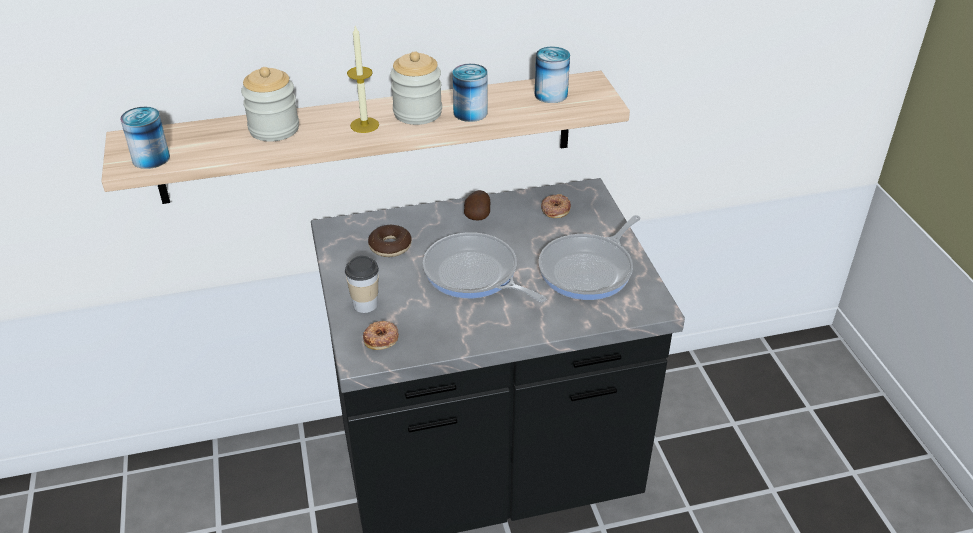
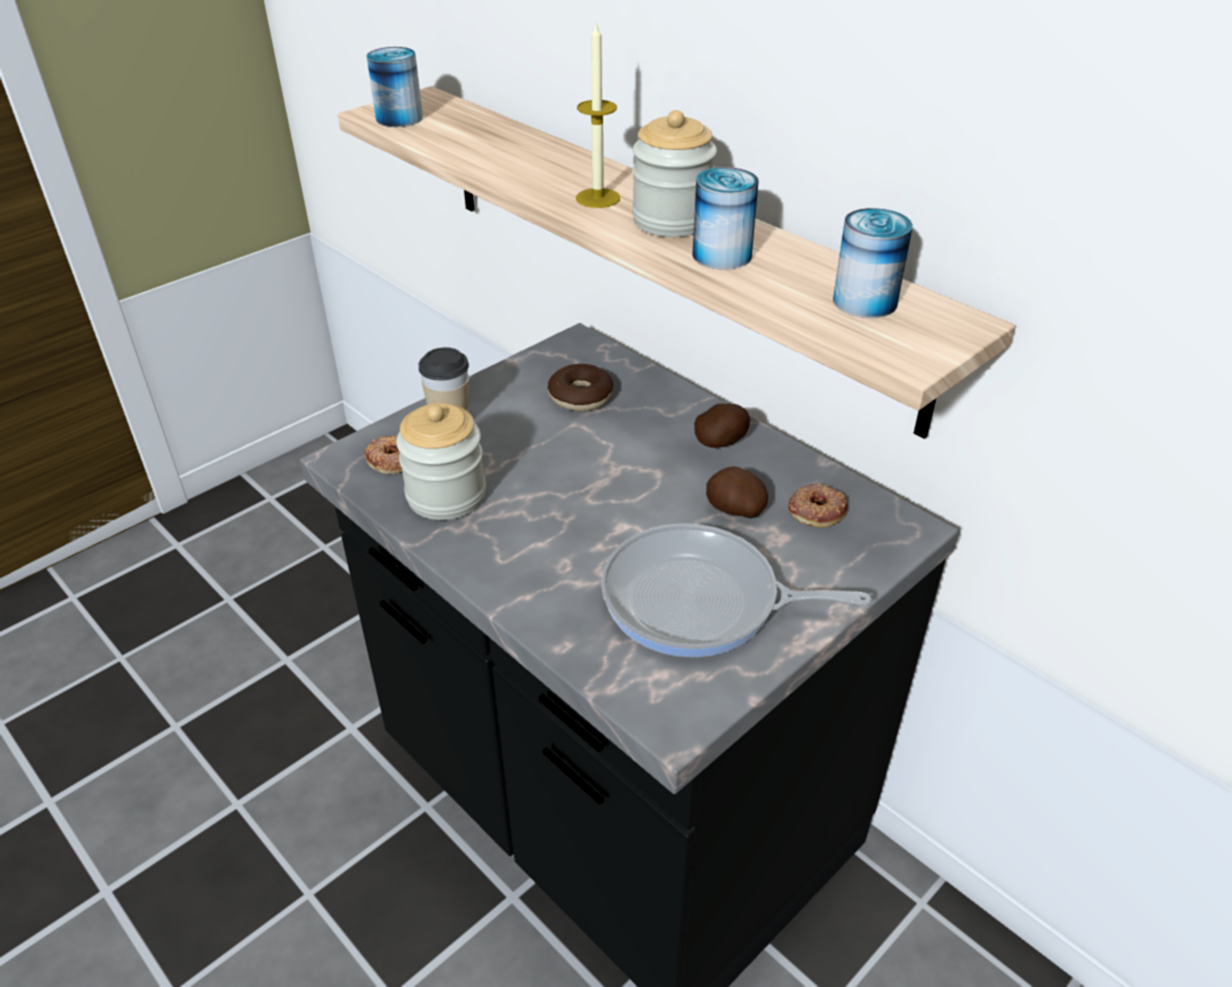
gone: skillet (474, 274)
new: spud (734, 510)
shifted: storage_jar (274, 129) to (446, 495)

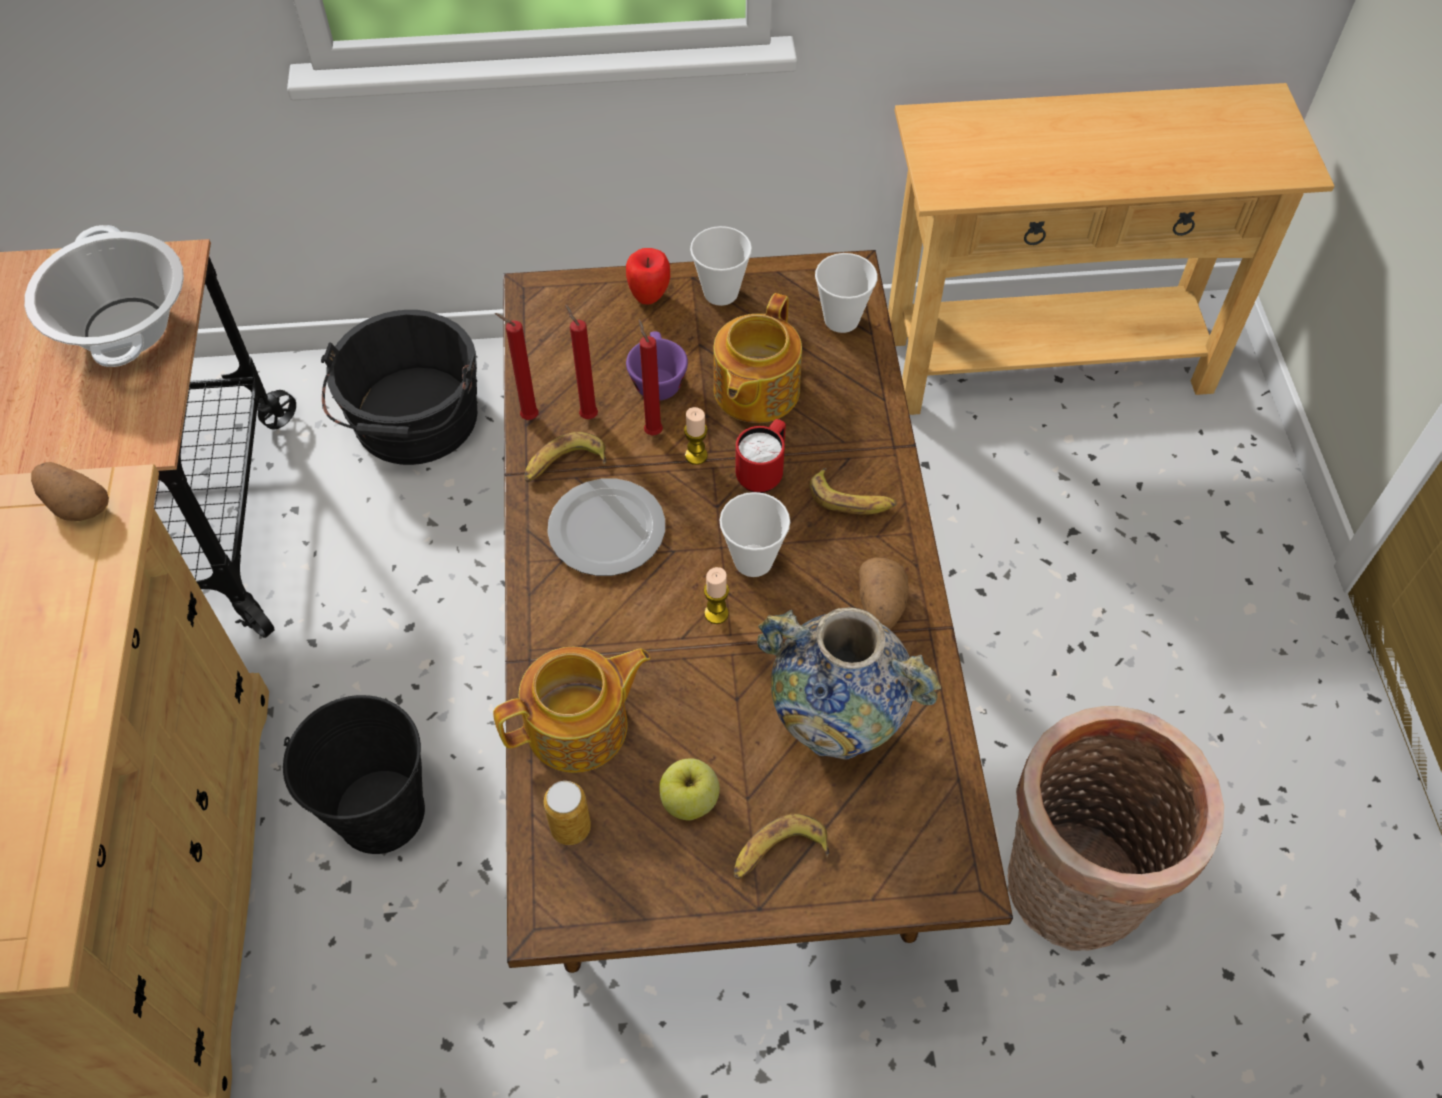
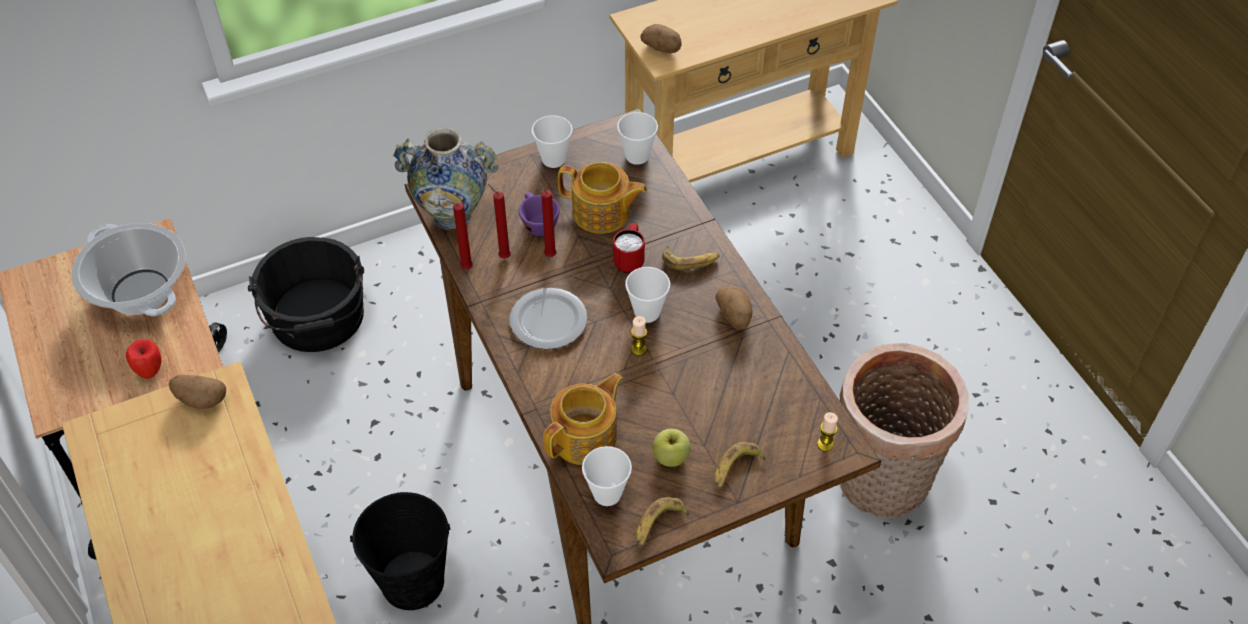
new: spud (662, 48)
shifted: whole_apple (649, 297) to (150, 372); wax_candle (696, 455) to (825, 444); banana (564, 465) to (658, 525); decorative_vase (835, 730) to (453, 216)
swapped: can (570, 827) to drinking_cup (607, 494)
rotated: pot_for_tea (754, 391) = (602, 213) 75 degrees counterclockwise

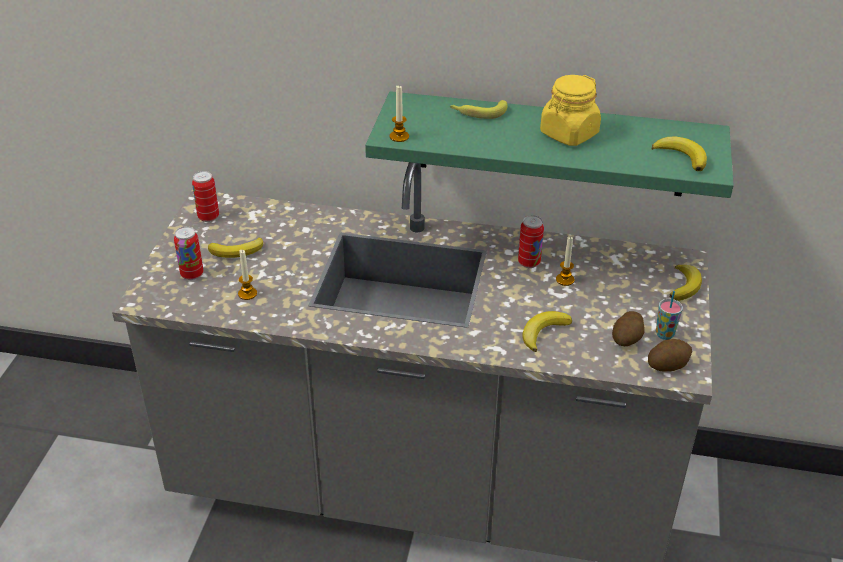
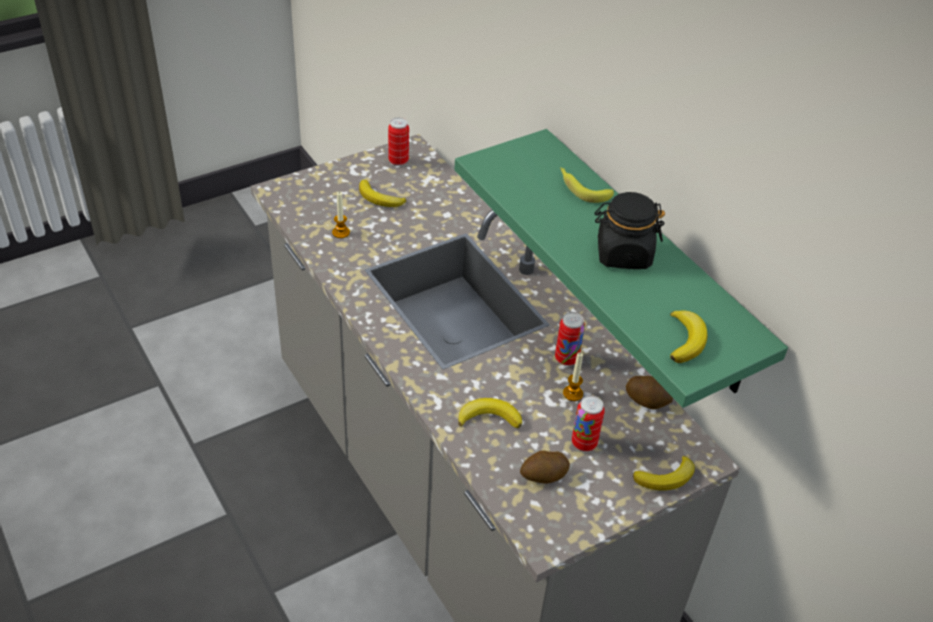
gone: wax_candle (399, 137); drinking_cup (664, 334)
shifted: can (192, 274) to (584, 443); spud (667, 365) to (647, 400)
repainted: yellowish_storage_jar (569, 134) to black-coloured_storage_jar (623, 254)

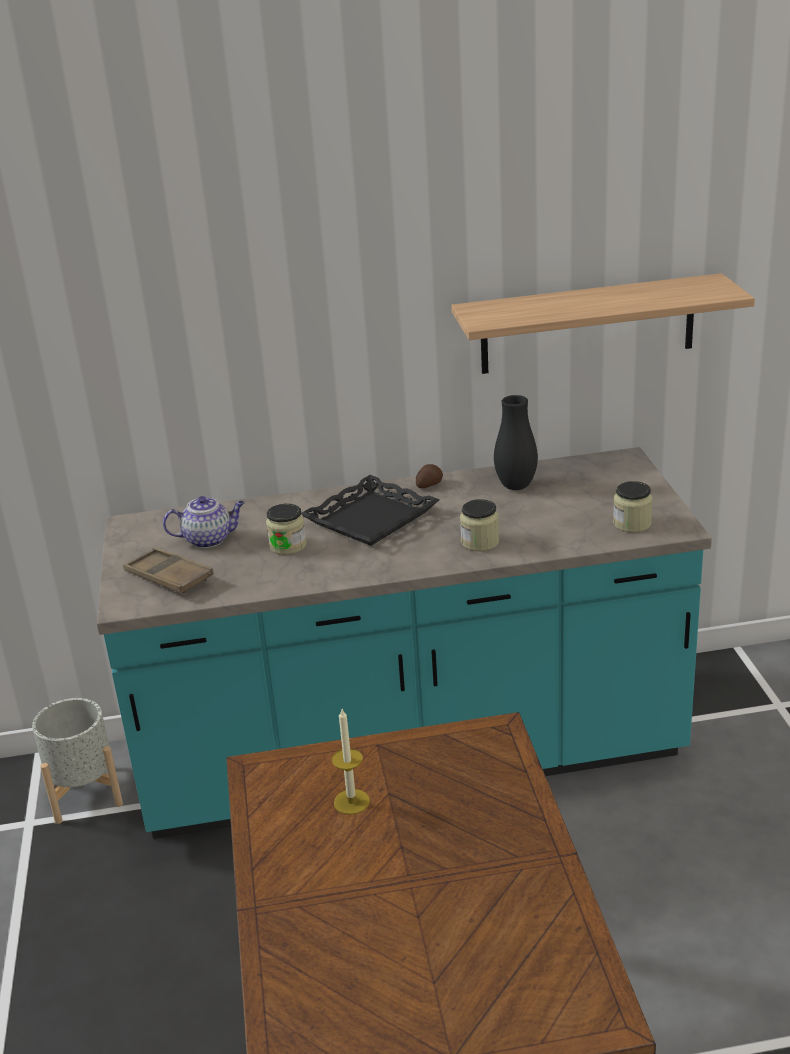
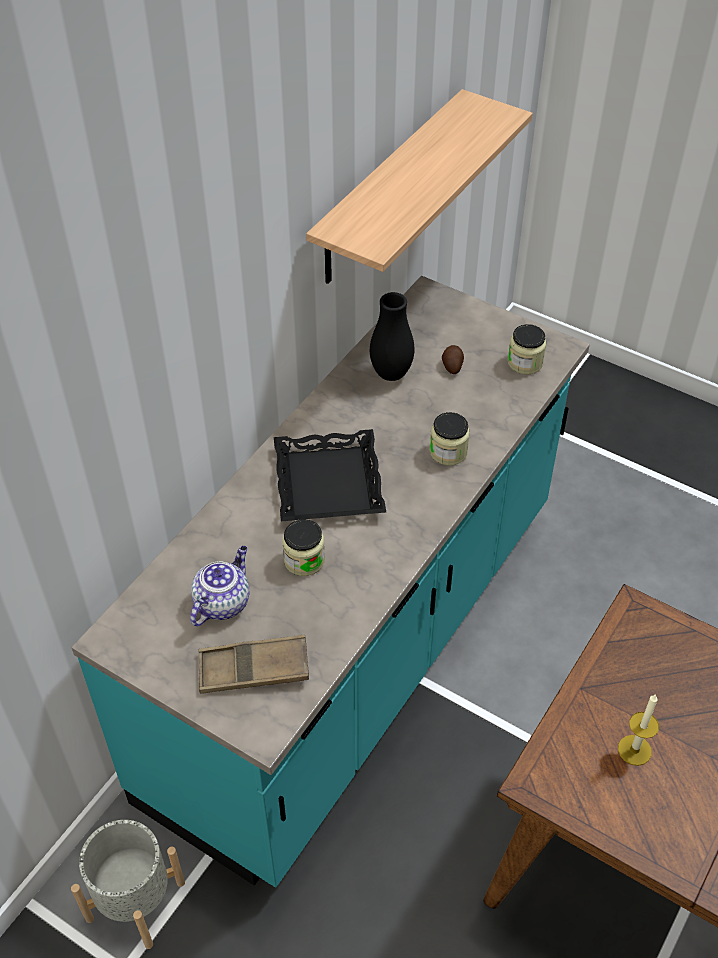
shifted: spud (428, 484) to (452, 365)

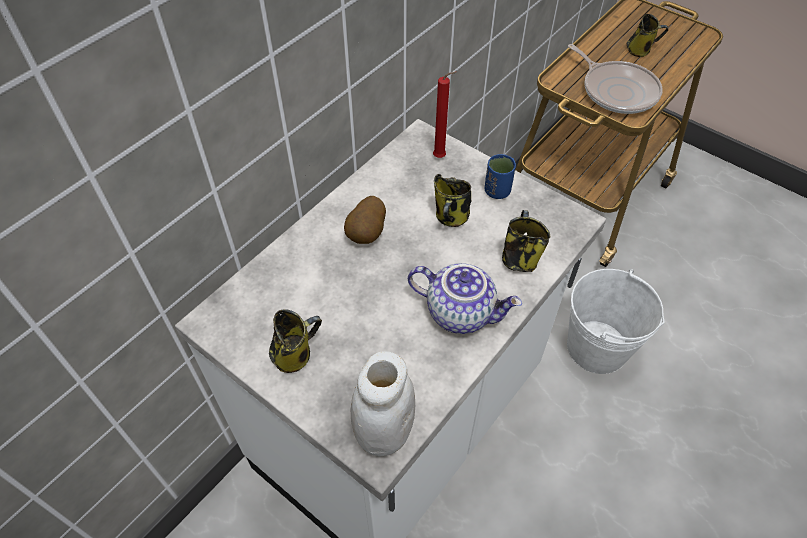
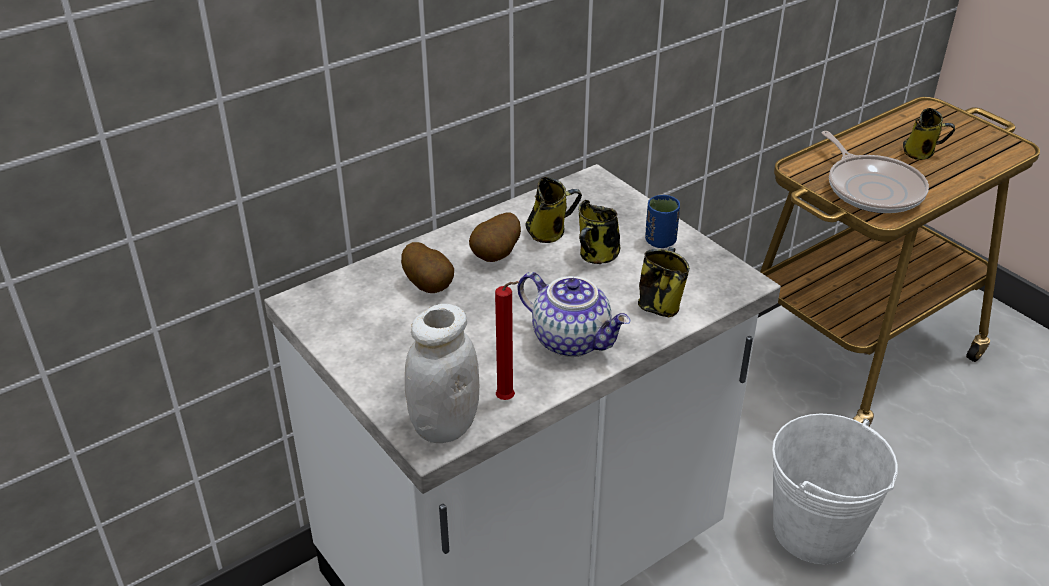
new: spud (430, 286)
shifted: reddish_wax_candle (441, 157) to (508, 400); tea_mug (294, 354) to (549, 232)

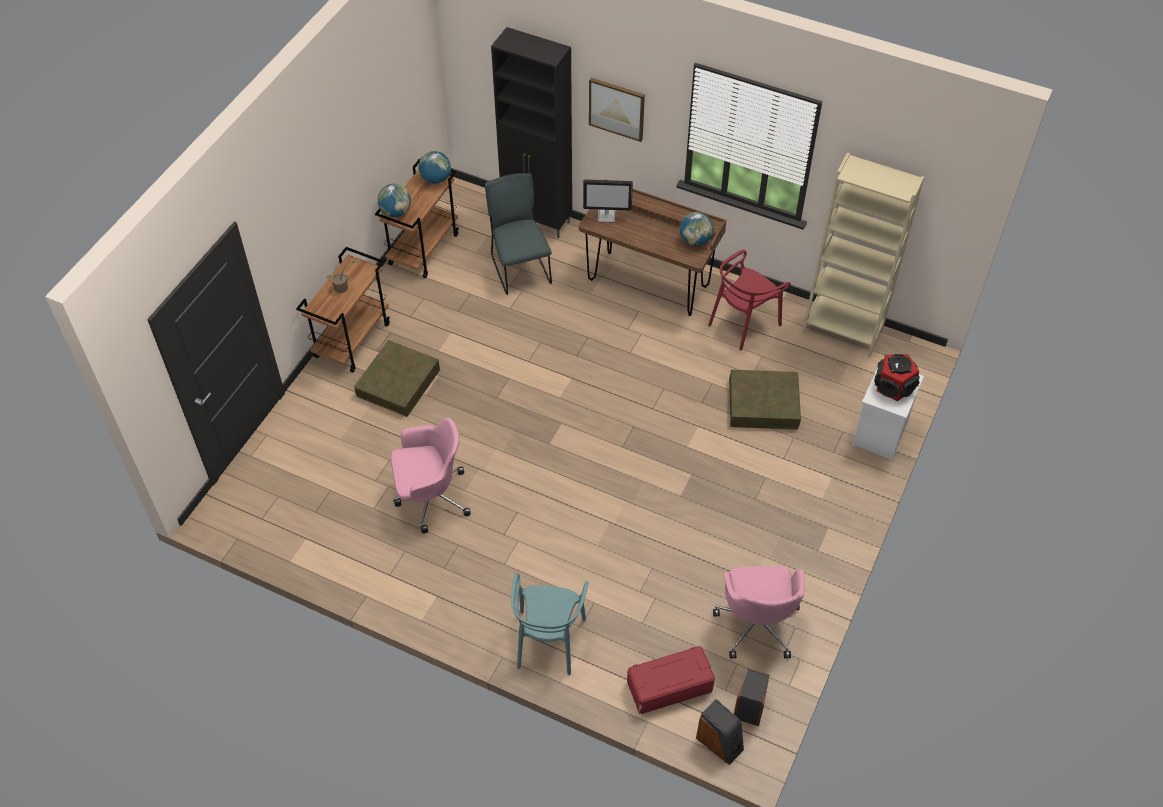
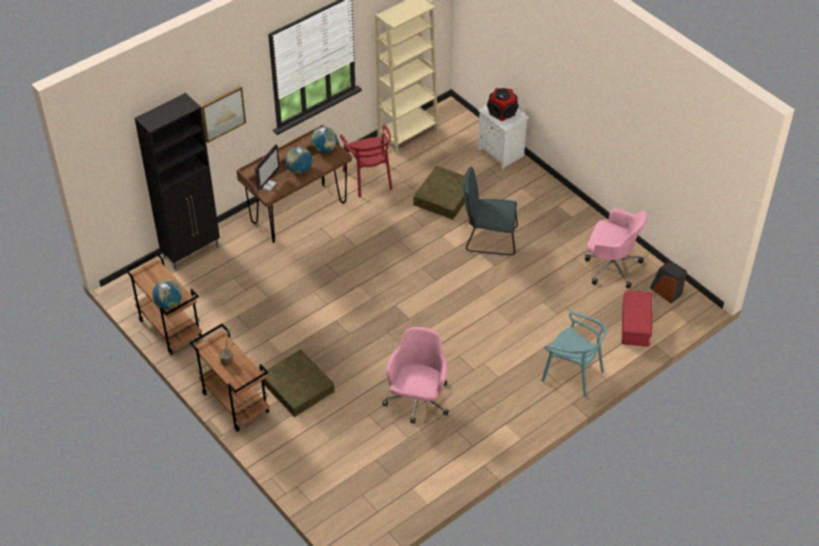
gone: audio_speaker (720, 742)
shifted: desk_globe (436, 179) to (299, 169); gray_chair (520, 267) to (488, 239)

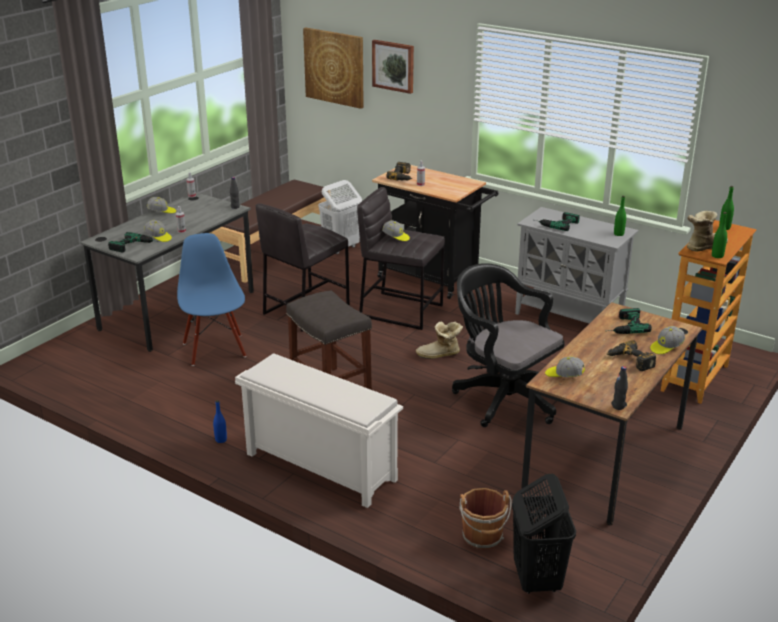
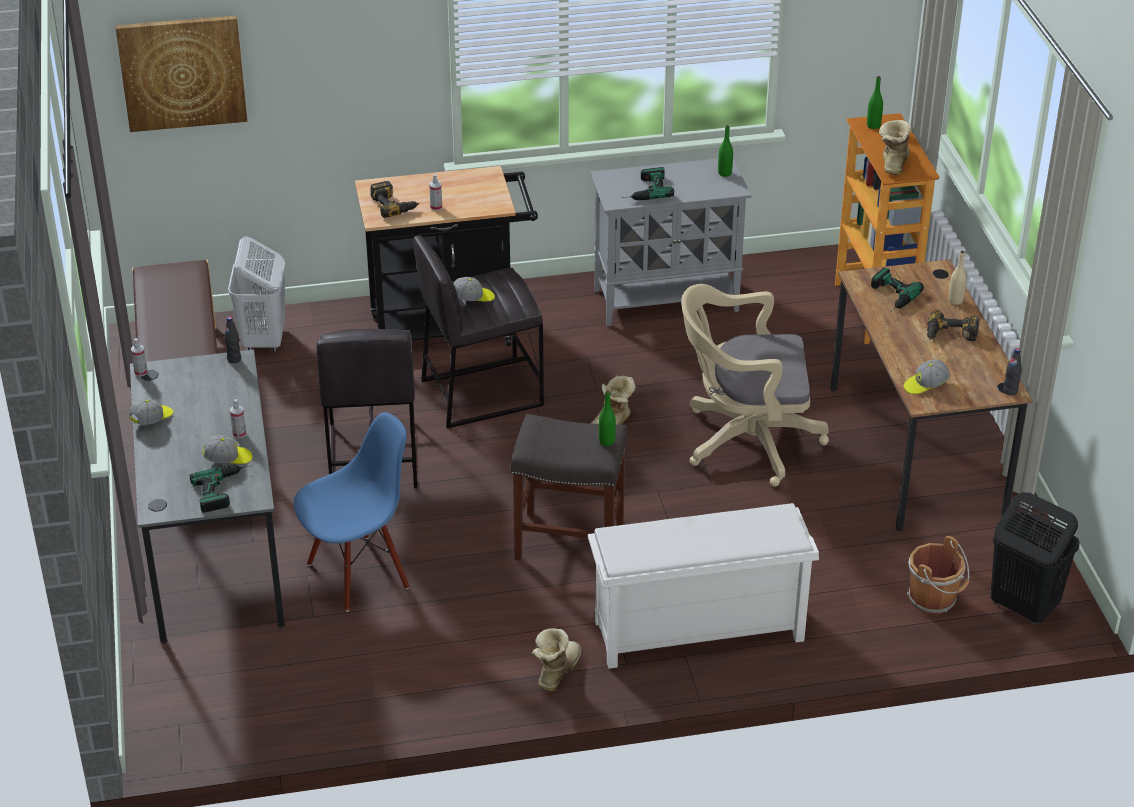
gone: picture (393, 66)
shifted: green-coloured_drink_bottle (717, 256) to (606, 441)
swapped: peaked_cap (666, 347) to beige-coloured_drink_bottle (955, 300); blue-coloured_drink_bottle (221, 440) to tall_boot (555, 672)
repainted: black-coloured_desk_chair (503, 397) to beige-coloured_desk_chair (744, 441)
rotated: blue-coloured_chair (215, 349) = (358, 574) 120 degrees clockwise

